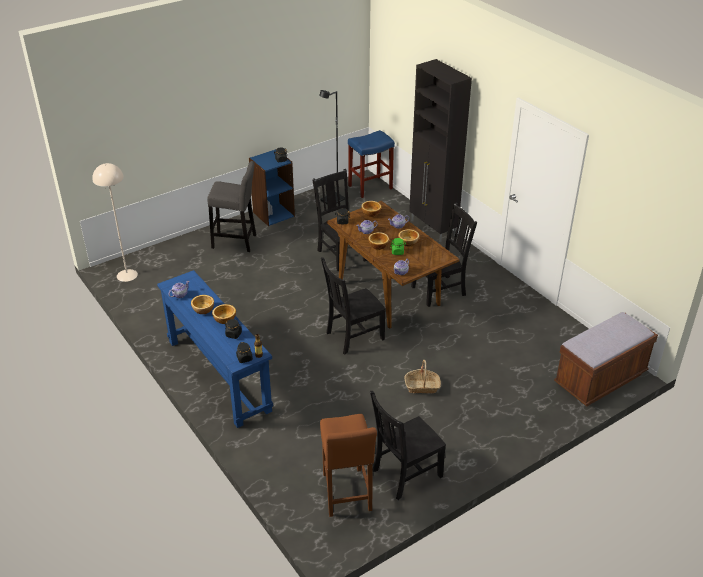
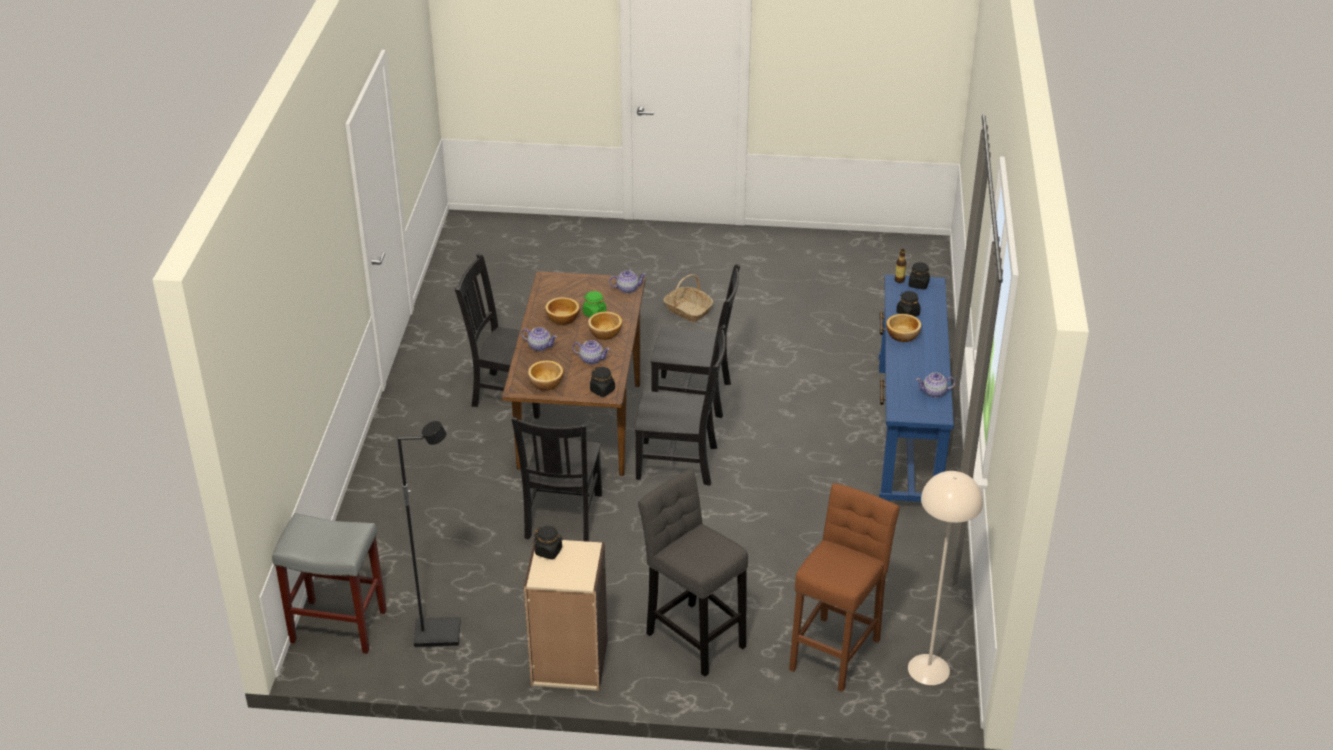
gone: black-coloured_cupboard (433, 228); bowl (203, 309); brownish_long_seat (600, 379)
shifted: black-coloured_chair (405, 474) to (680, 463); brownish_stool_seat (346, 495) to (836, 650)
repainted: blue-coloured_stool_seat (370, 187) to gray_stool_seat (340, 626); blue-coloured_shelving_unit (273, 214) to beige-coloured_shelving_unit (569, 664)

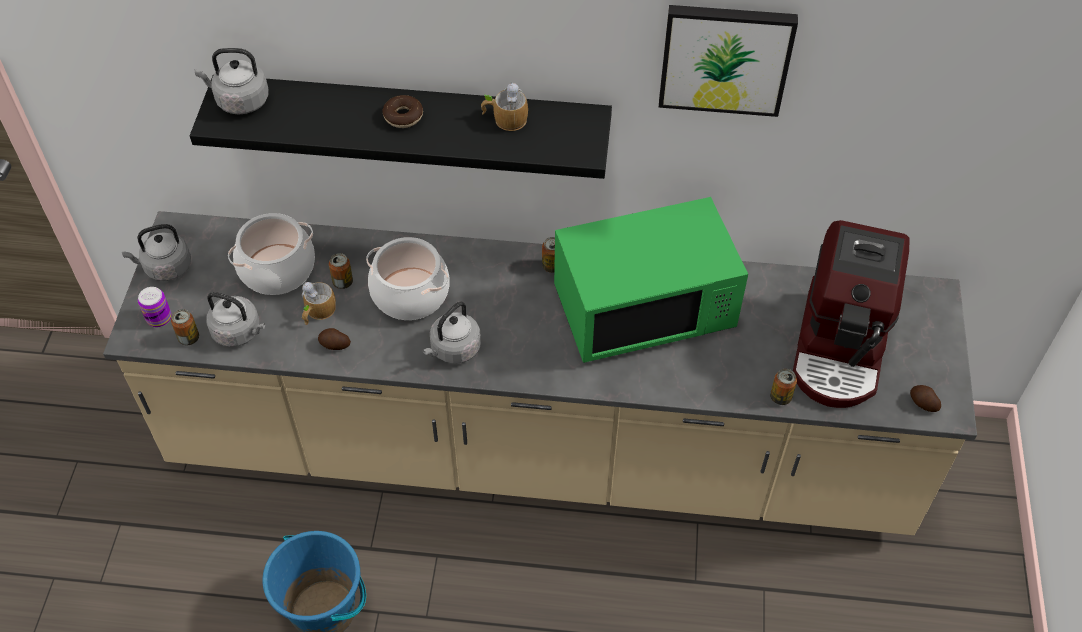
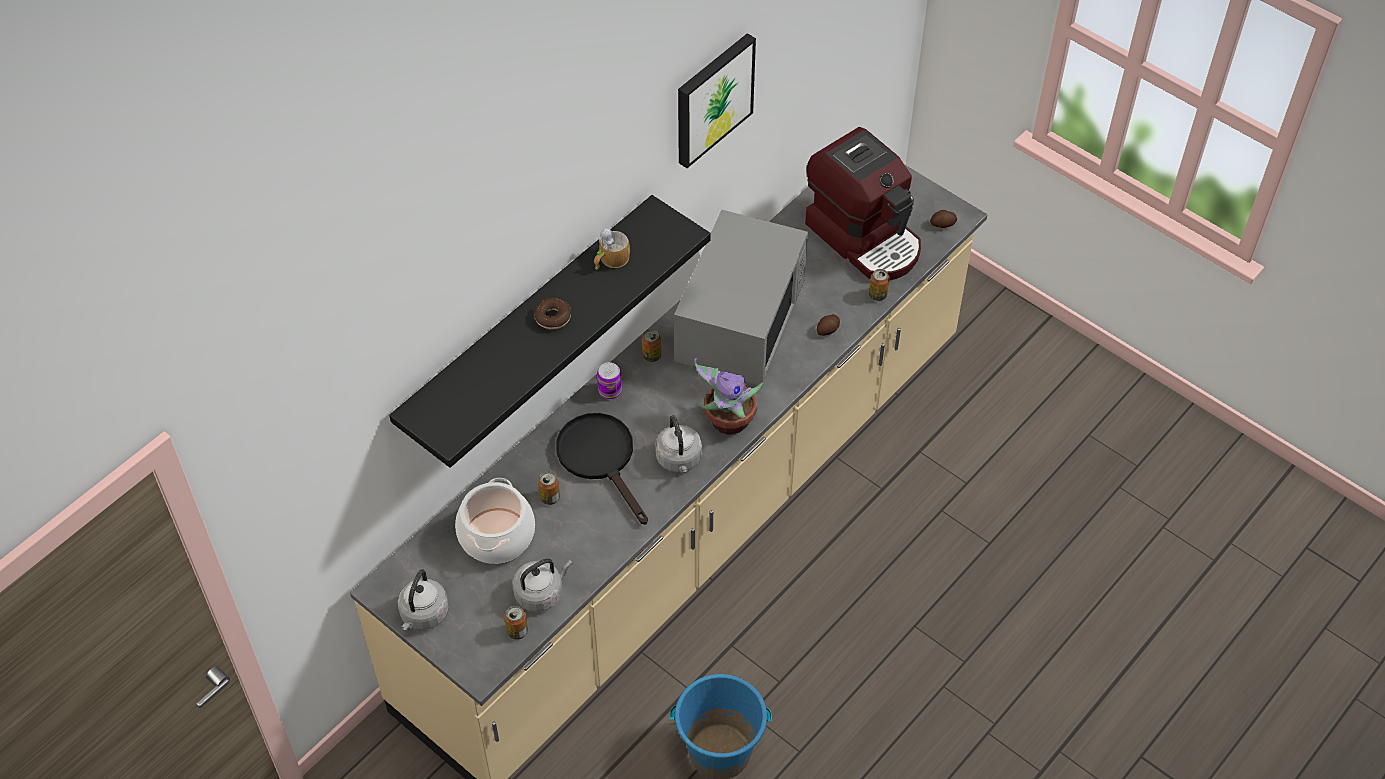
gone: gray_water_kettle (240, 101); tea_mug (317, 312)
new: plant_in_a_pot (727, 421)
shifted: can (159, 318) to (610, 391); spud (334, 345) to (828, 330)
swapped: stockpot (411, 294) to black-coloured_skillet (601, 458)
repainted: green-coloured_microwave_oven (644, 309) to gray_microwave_oven (739, 324)

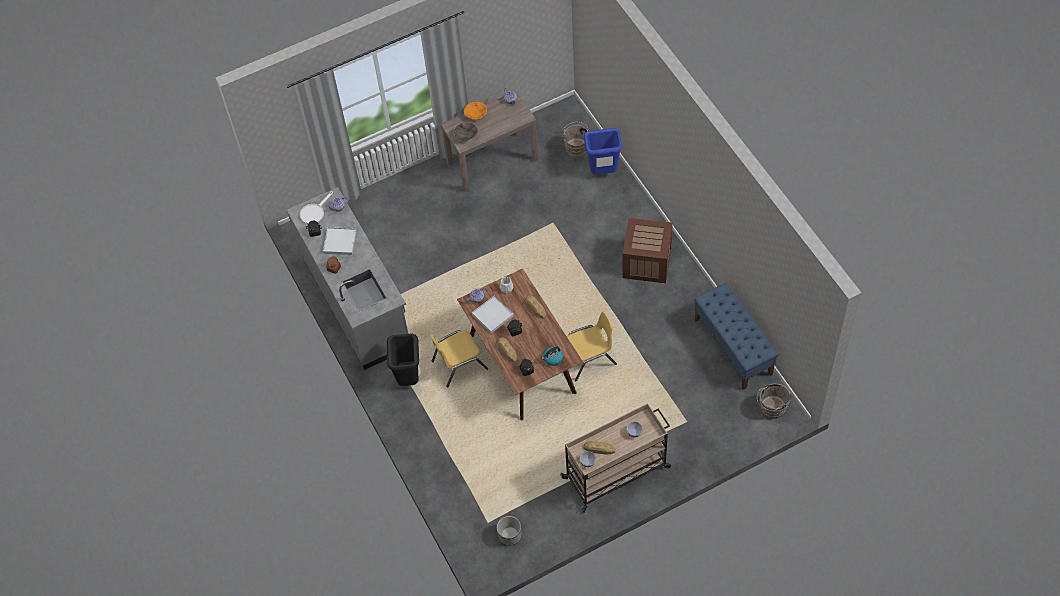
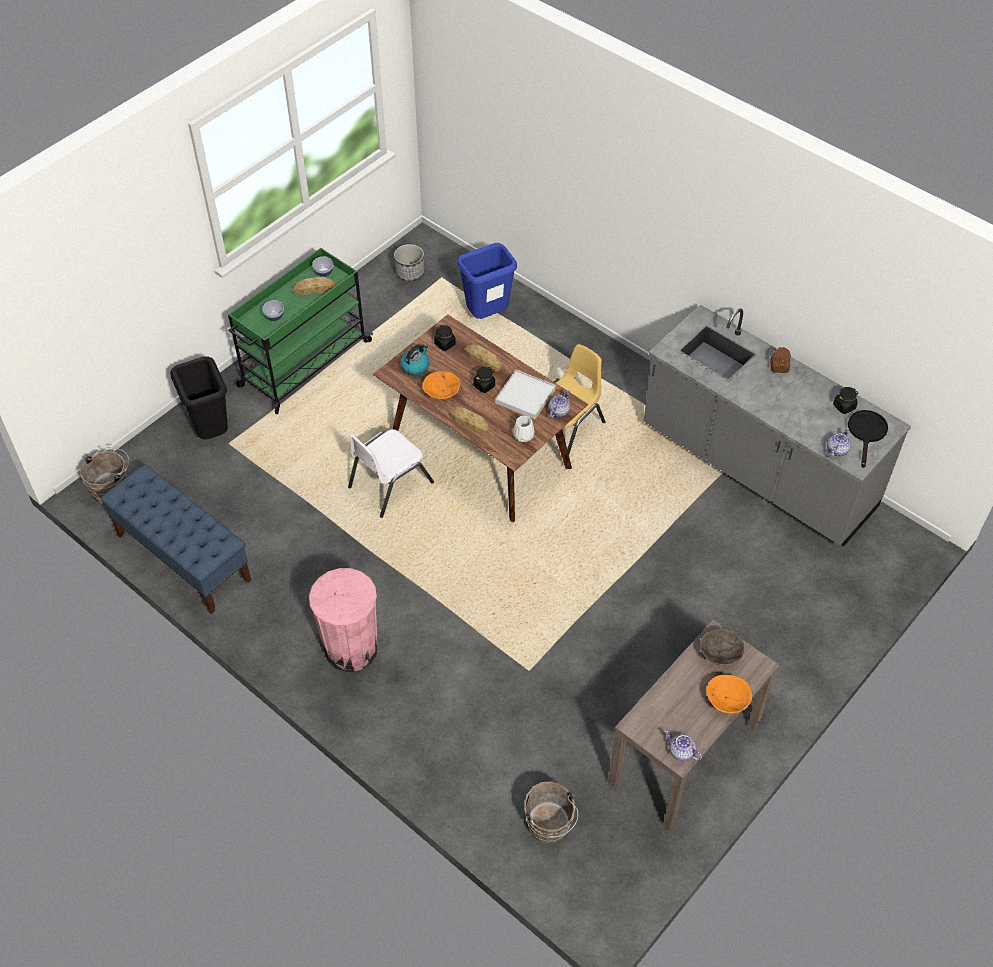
gone: white-coloured_carrying_tray (340, 242)
new: orange-coloured_bowl (442, 393)
shifted: blue-coloured_waste_bin (602, 172) to (487, 316); black-coloured_waste_bin (409, 379) to (211, 432)
swapped: shipping_crate (646, 262) to pinkish_waste_bin (351, 648)
repainted: white-coloured_skillet (314, 212) to black-coloured_skillet (866, 433); yellowish_chair (589, 358) to white-coloured_chair (389, 484); beige-coloured_trolley (617, 472) to green-coloured_trolley (303, 364)

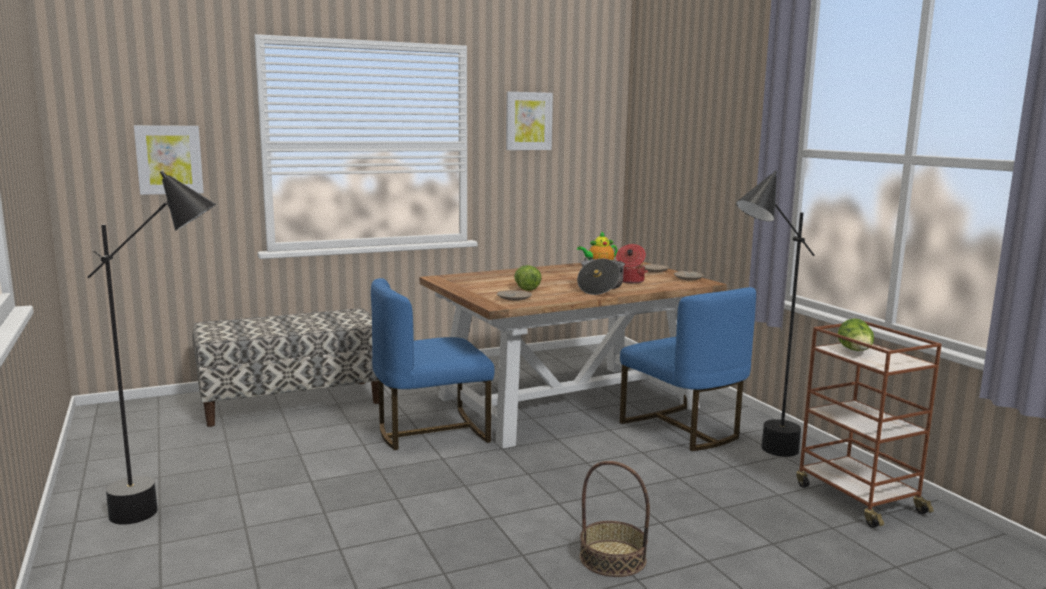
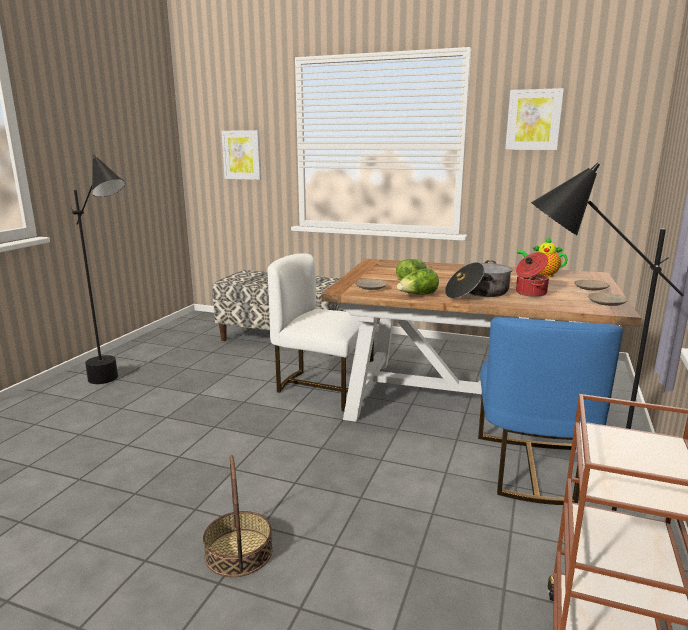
shifted: head_of_lettuce (856, 351) to (417, 295)
repainted: blue-coloured_chair (431, 431) to white-coloured_chair (323, 387)

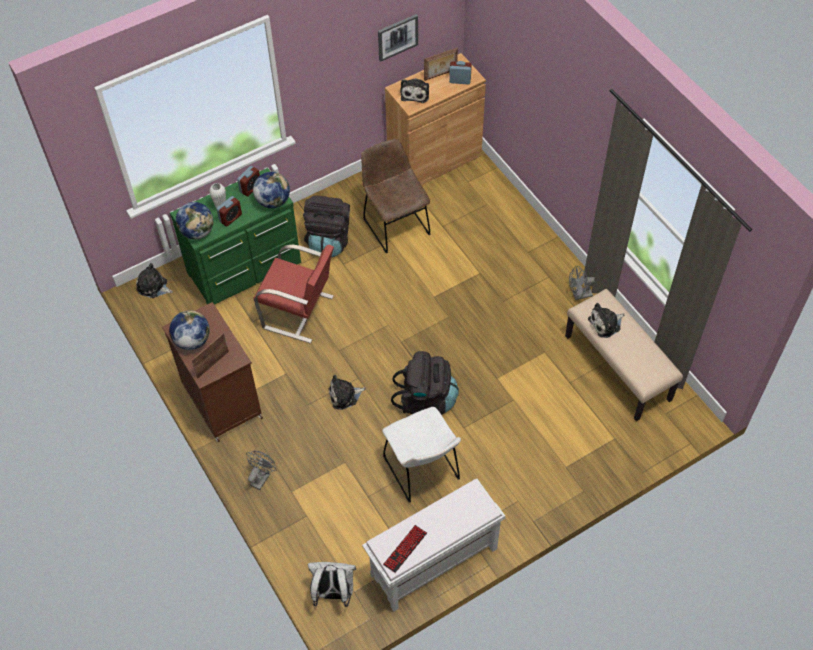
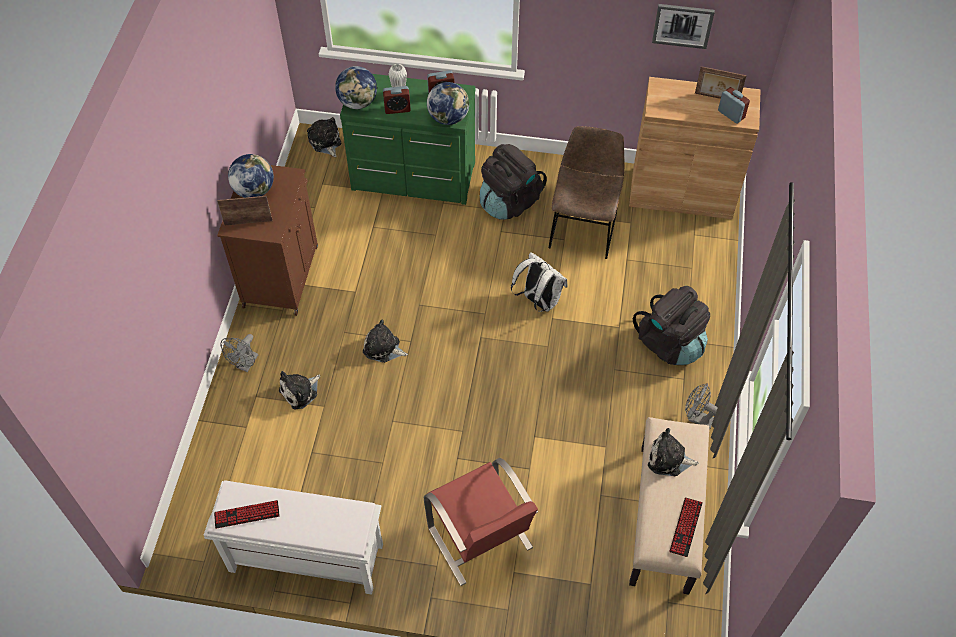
gone: white-coloured_chair (423, 471)
new: keyboard (685, 527)
shifted: plush_toy (415, 93) to (300, 391); reddish_chair (299, 313) to (480, 539); black-coloured_knapsack (426, 400) to (670, 343); white-coloured_knapsack (333, 593) to (538, 300)
rotated: gray_electric_fan (261, 477) = (245, 365) 135 degrees clockwise

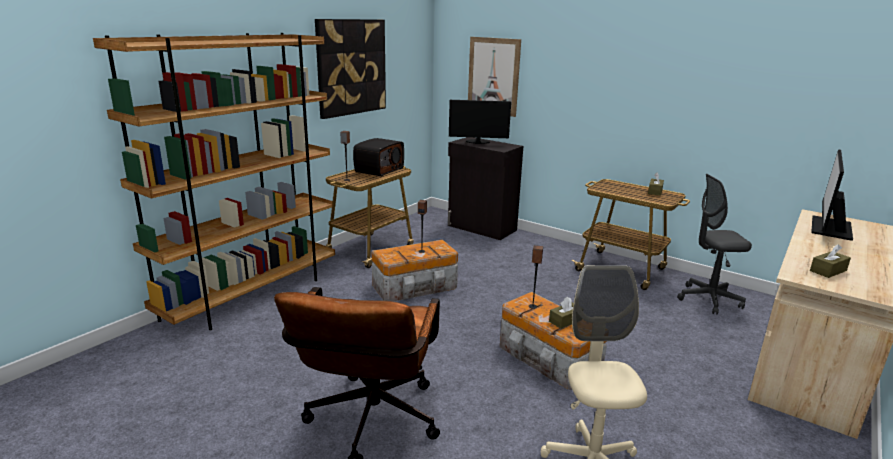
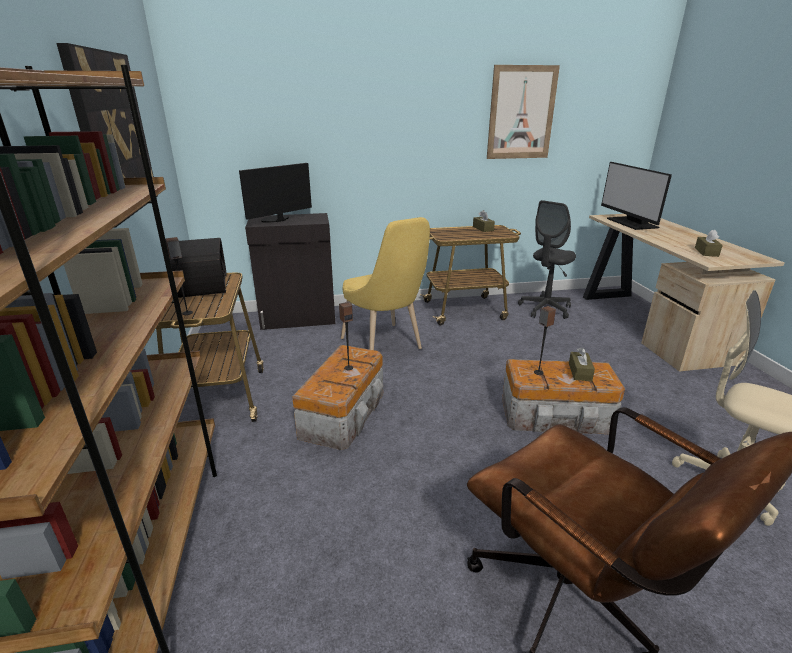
new: yellowish_chair (384, 346)
shifted: picture (493, 76) to (521, 113)

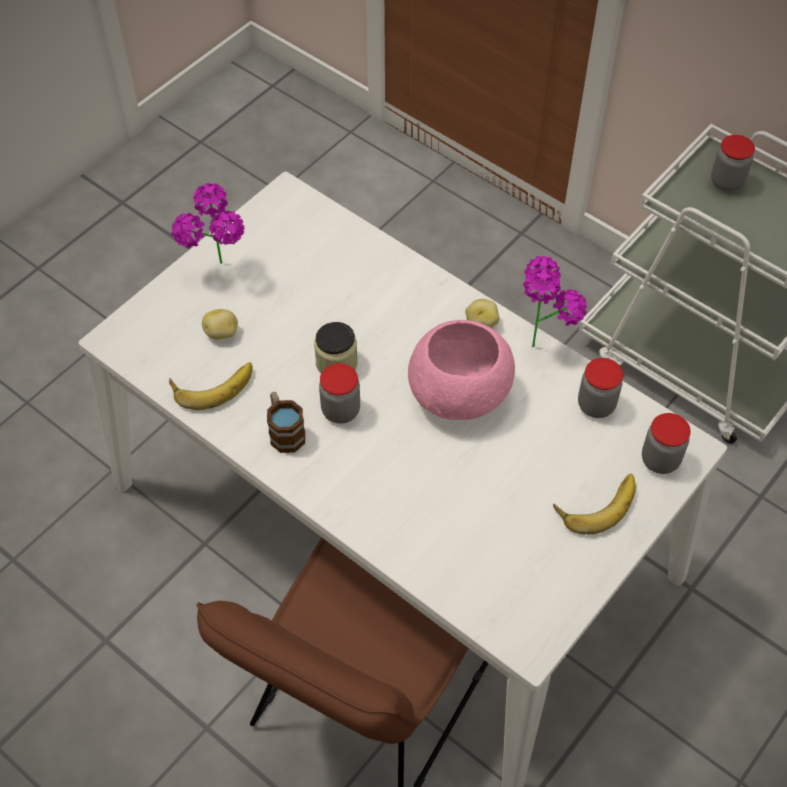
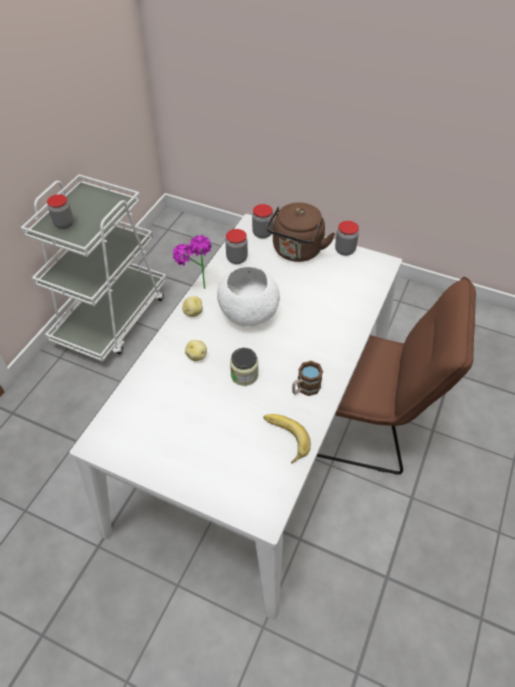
gone: plant_in_a_pot (219, 273)
shifted: spud (222, 333) to (197, 356); storage_jar (340, 410) to (345, 250)
swapped: banana (596, 503) to brownish_water_kettle (296, 252)
repainted: pinkish_bowl (458, 394) to white-coloured_bowl (248, 313)

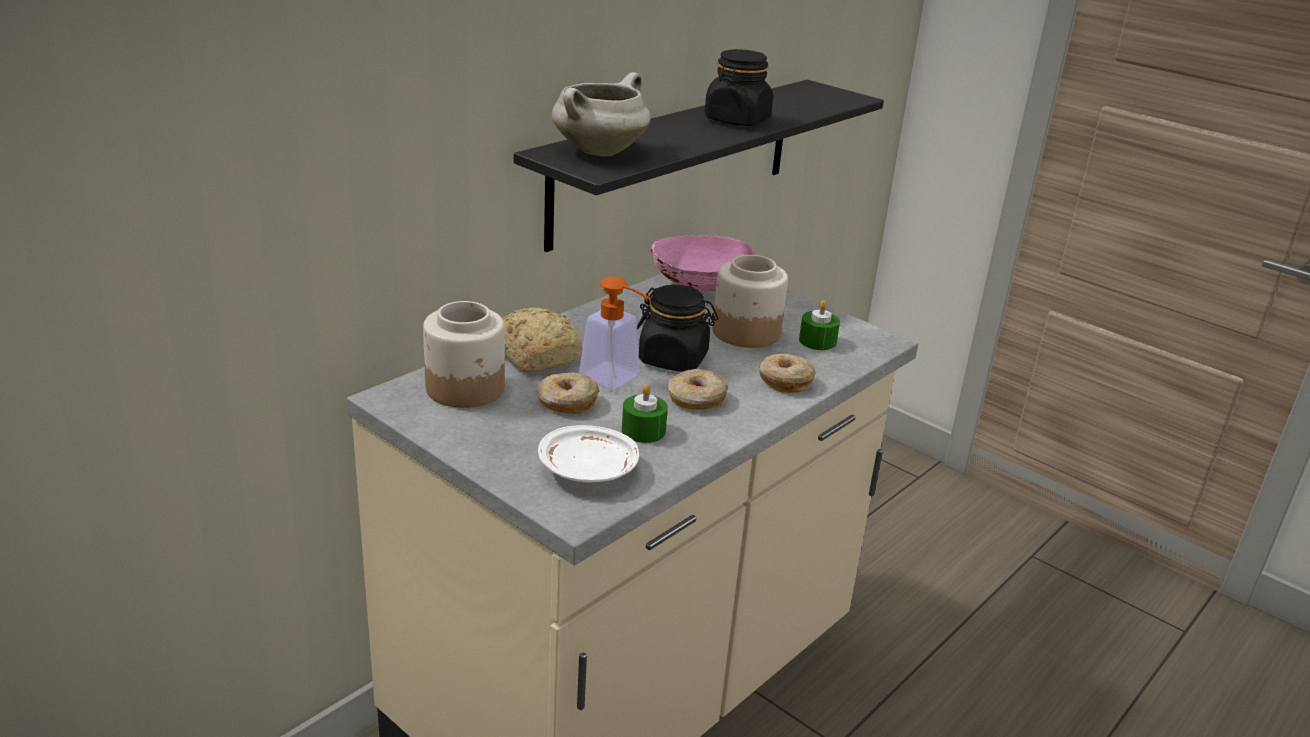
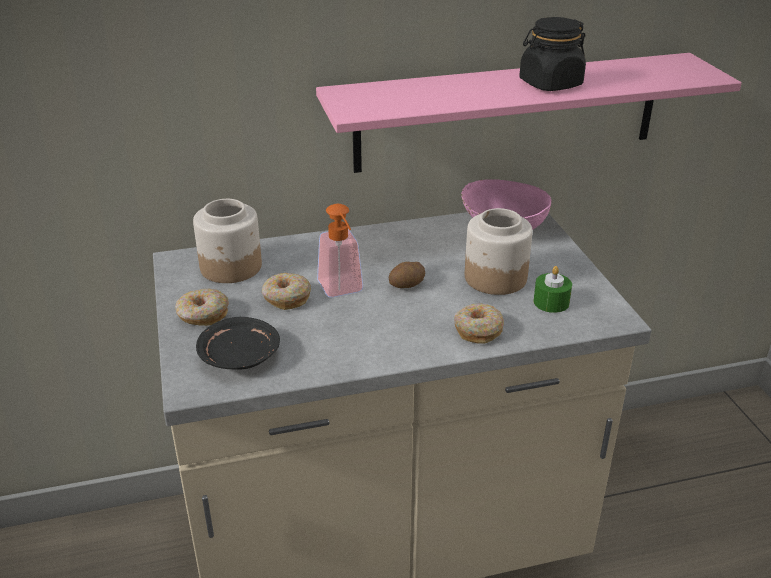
gone: white-coloured_stockpot (599, 151); baked_bread (535, 354); green-coloured_wax_candle (643, 430)
shifted: ring_doughnut (696, 399) to (202, 315)
swapped: black-coloured_storage_jar (673, 359) to spud (407, 285)
repainted: black-coloured_bracket_shelf (675, 160) to pinkish_bracket_shelf (508, 112); white-coloured_plate (589, 470) to black-coloured_plate (240, 356)

